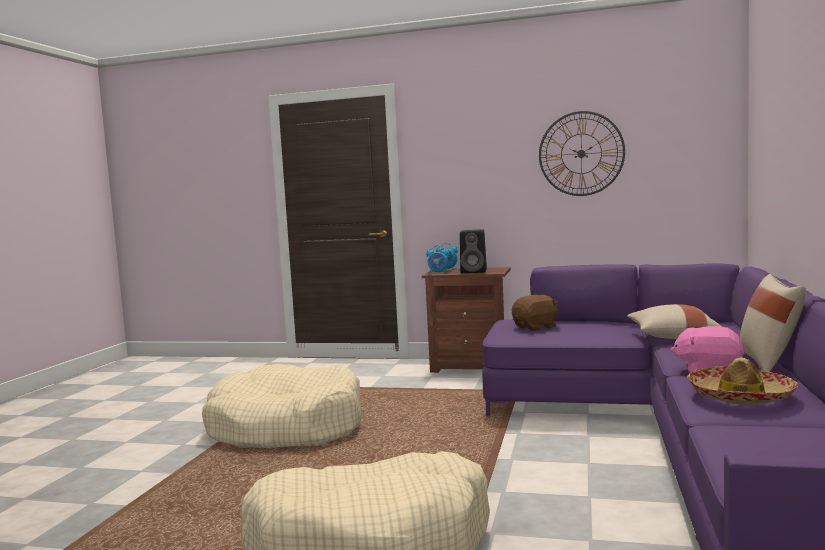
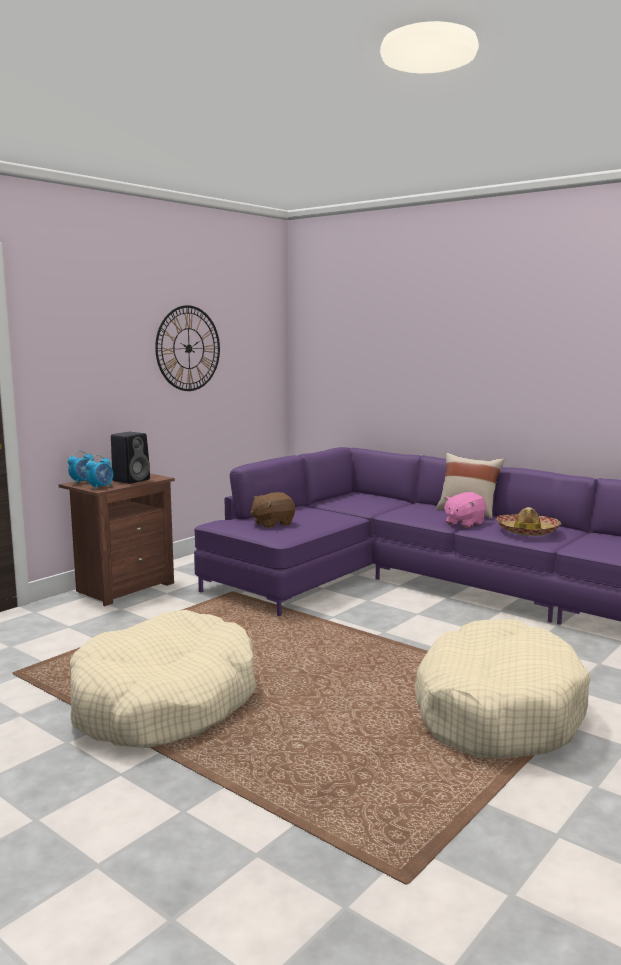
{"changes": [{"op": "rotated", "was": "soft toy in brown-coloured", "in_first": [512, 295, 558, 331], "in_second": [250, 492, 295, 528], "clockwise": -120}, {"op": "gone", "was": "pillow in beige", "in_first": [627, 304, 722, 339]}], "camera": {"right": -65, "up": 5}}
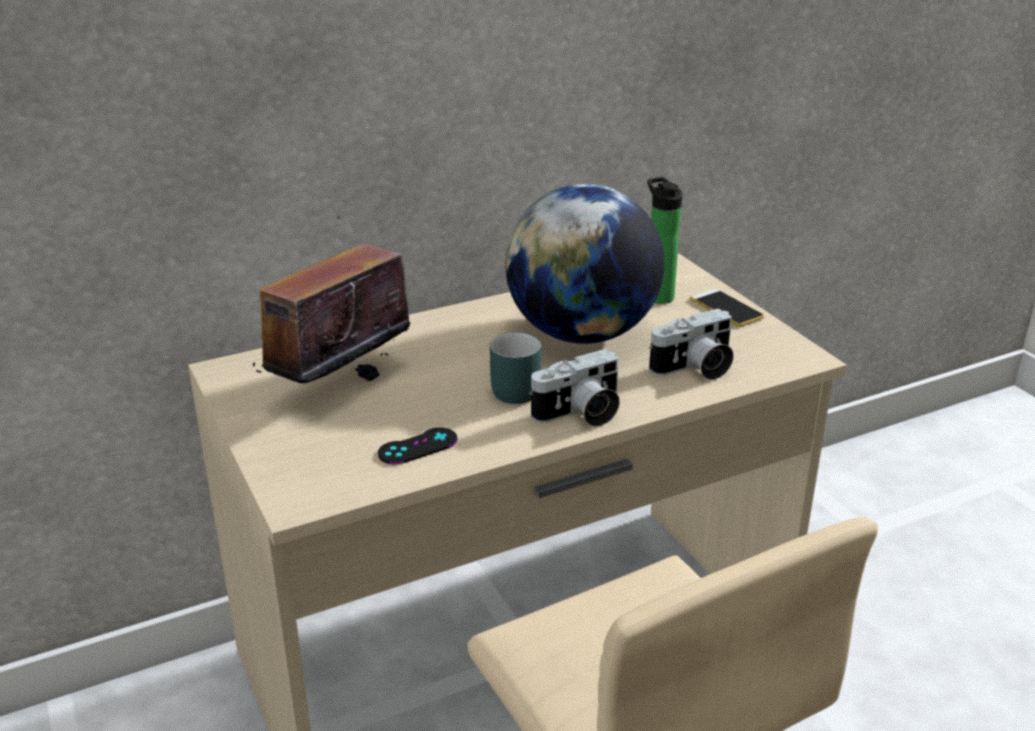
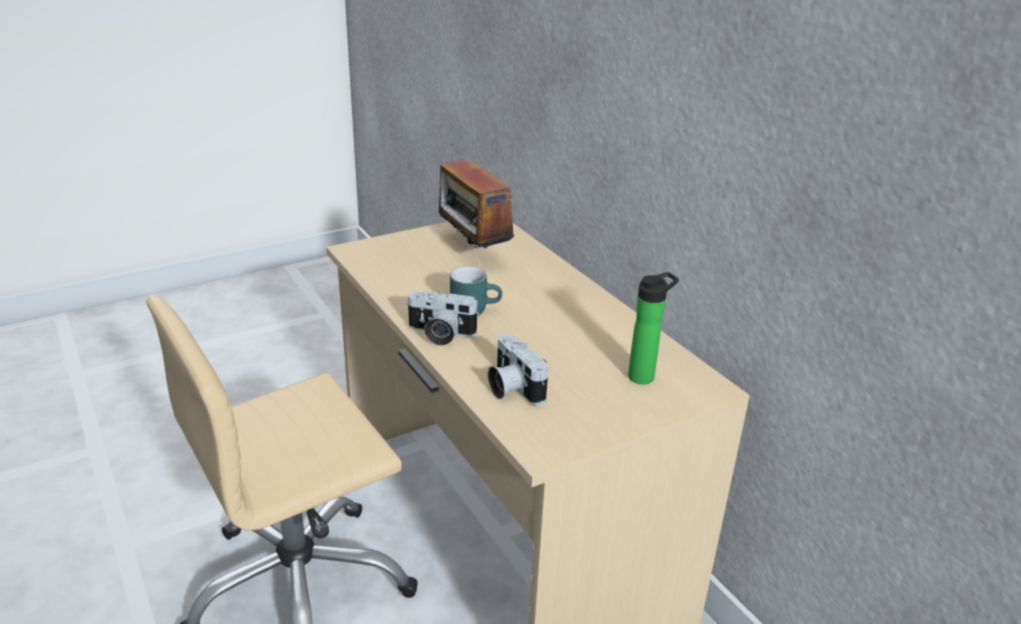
{"changes": [{"op": "rotated", "was": "photo camera", "in_first": [529, 349, 620, 427], "in_second": [406, 291, 480, 345], "clockwise": -45}, {"op": "rotated", "was": "radio receiver", "in_first": [252, 216, 410, 383], "in_second": [433, 145, 514, 251], "clockwise": -150}, {"op": "gone", "was": "game controller in blackish", "in_first": [378, 427, 457, 465]}, {"op": "gone", "was": "globe", "in_first": [505, 184, 665, 344]}, {"op": "gone", "was": "telephone", "in_first": [690, 289, 764, 327]}], "camera": {"right": 85, "up": 0}}
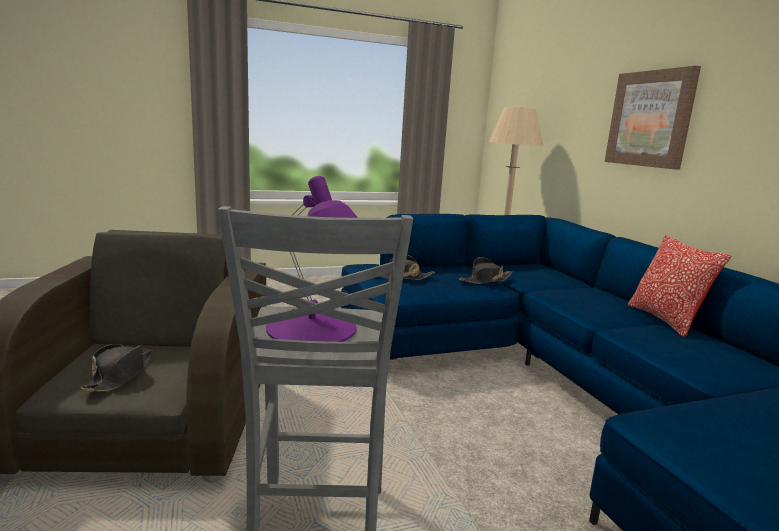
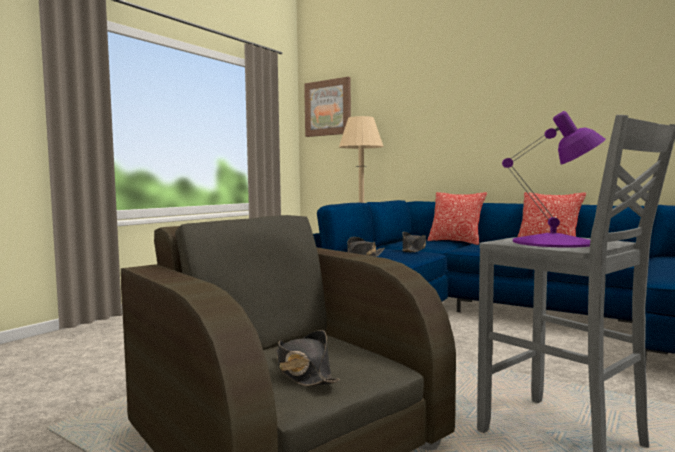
{"changes": [{"op": "shifted", "was": "wall art", "in_first": [605, 66, 701, 170], "in_second": [304, 77, 351, 137]}, {"op": "new", "now": "pillow", "in_second": [427, 192, 487, 245]}], "camera": {"right": -35, "up": -10}}
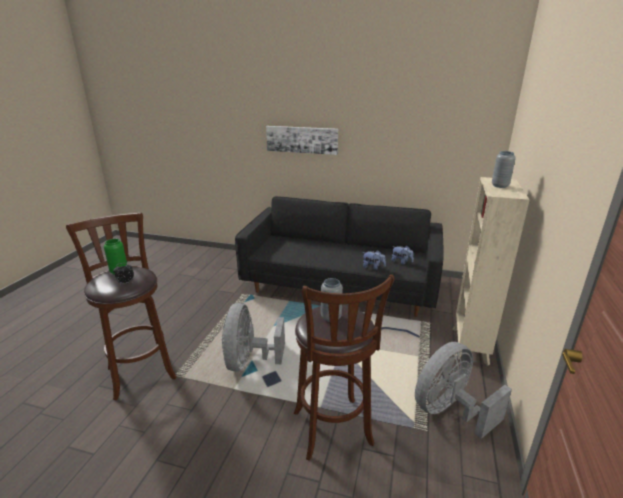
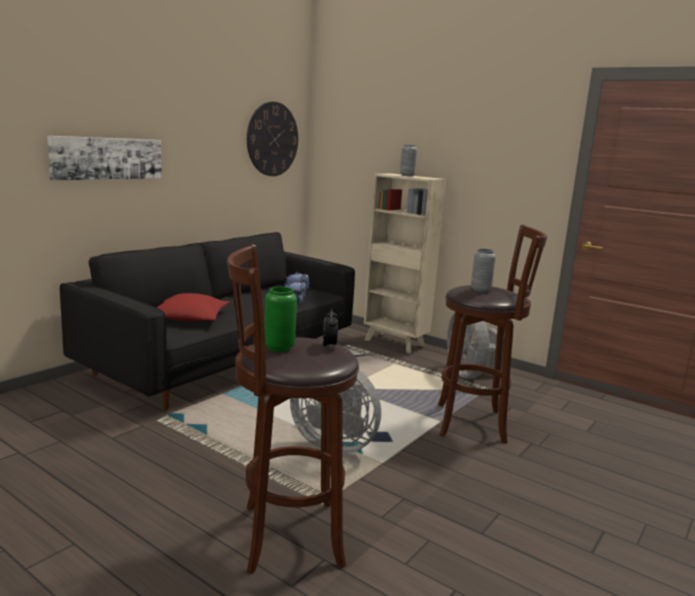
{"changes": [{"op": "new", "now": "pillow in red", "in_second": [156, 293, 230, 321]}, {"op": "new", "now": "hanging clock", "in_second": [247, 102, 298, 176]}], "camera": {"right": -70, "up": -10}}
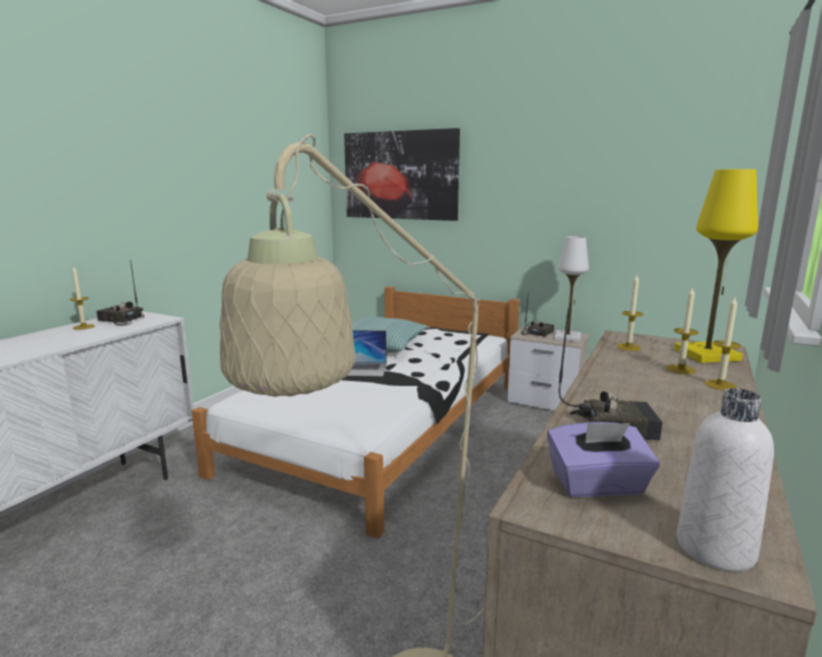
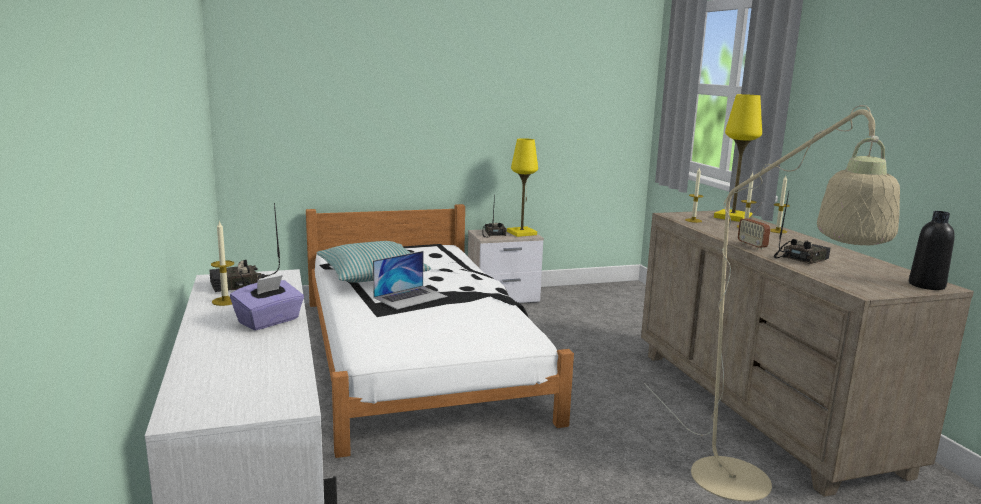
{"changes": [{"op": "shifted", "was": "box of tissues in purple", "in_first": [547, 422, 660, 497], "in_second": [230, 275, 304, 330]}, {"op": "repainted", "was": "lamp for a table in white-coloured", "now": "lamp for a table in yellow-coloured", "in_first": [554, 236, 589, 342], "in_second": [507, 138, 538, 237]}, {"op": "new", "now": "radio receiver", "in_second": [738, 203, 771, 250]}, {"op": "repainted", "was": "bottle in white-coloured", "now": "bottle in blackish", "in_first": [677, 388, 774, 572], "in_second": [909, 211, 955, 290]}, {"op": "gone", "was": "wall art", "in_first": [344, 128, 460, 221]}], "camera": {"right": -45, "up": 0}}
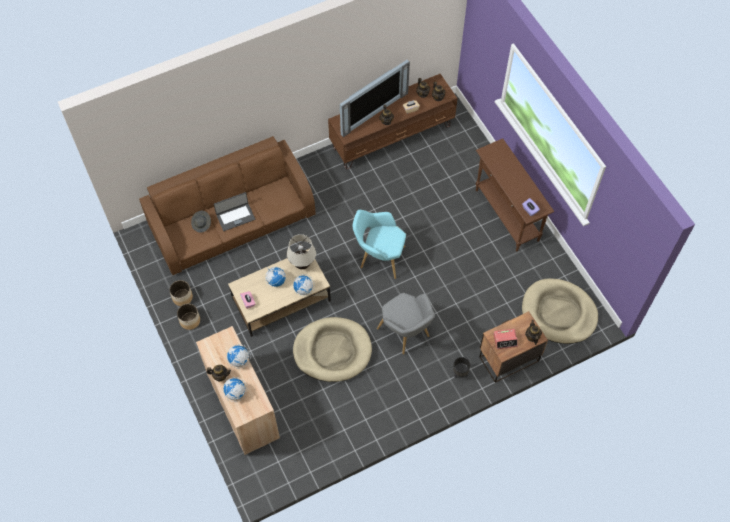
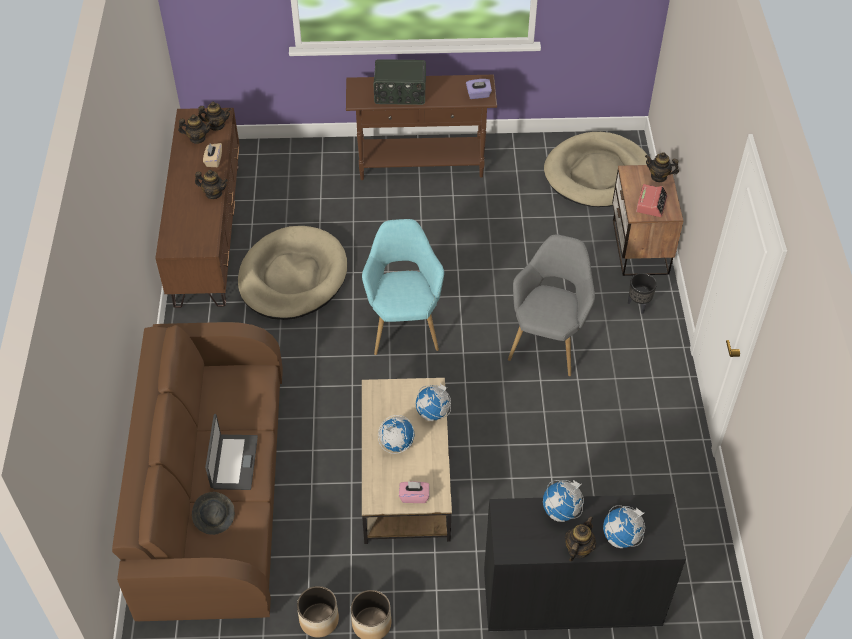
{"changes": [{"op": "shifted", "was": "pet bed in beige", "in_first": [293, 317, 372, 382], "in_second": [238, 226, 347, 320]}, {"op": "rotated", "was": "easy chair in turquoise", "in_first": [353, 210, 406, 279], "in_second": [362, 219, 444, 355], "clockwise": 135}, {"op": "new", "now": "radio receiver", "in_second": [374, 59, 426, 105]}, {"op": "repainted", "was": "storage cabinet in beige", "now": "storage cabinet in blackish", "in_first": [196, 326, 280, 455], "in_second": [484, 494, 686, 632]}, {"op": "rotated", "was": "easy chair in gray", "in_first": [377, 293, 435, 355], "in_second": [508, 234, 595, 376], "clockwise": -60}, {"op": "gone", "was": "lamp for a table in beige", "in_first": [287, 234, 316, 269]}, {"op": "gone", "was": "TV set", "in_first": [340, 60, 410, 137]}], "camera": {"right": -65, "up": -10}}
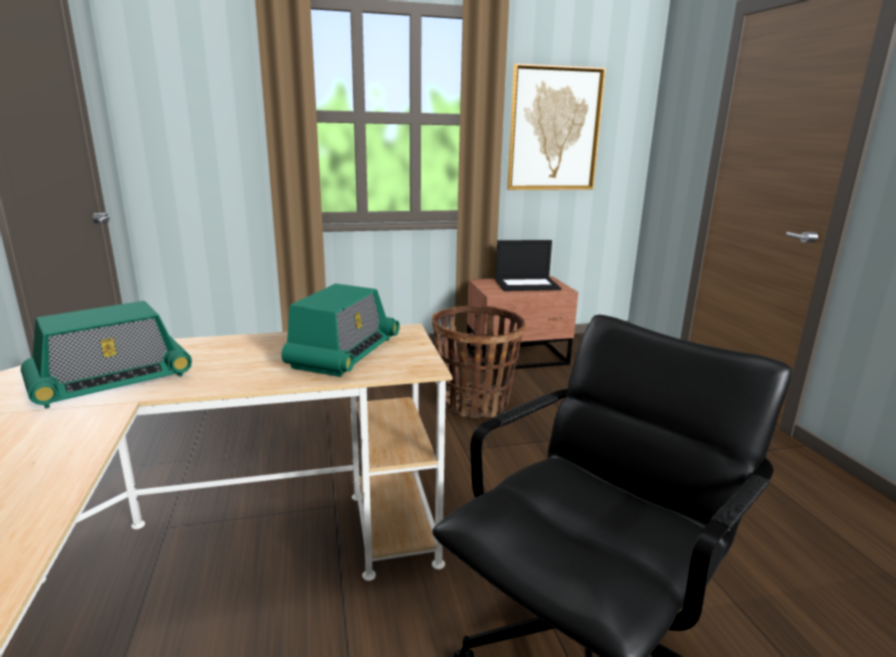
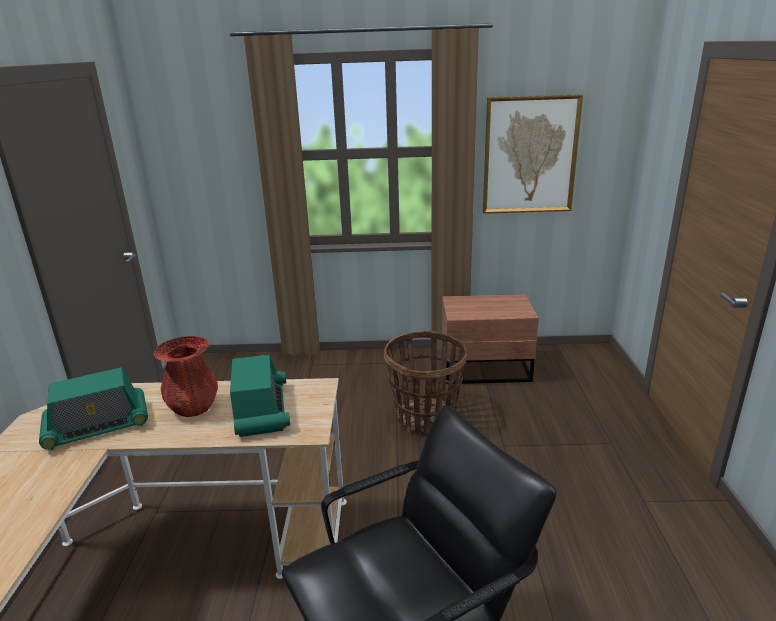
{"changes": [{"op": "new", "now": "flower vase in red", "in_second": [153, 336, 218, 417]}, {"op": "rotated", "was": "radio receiver", "in_first": [281, 283, 400, 377], "in_second": [230, 355, 290, 437], "clockwise": -45}, {"op": "gone", "was": "laptop", "in_first": [495, 240, 561, 291]}], "camera": {"right": 15, "up": 5}}
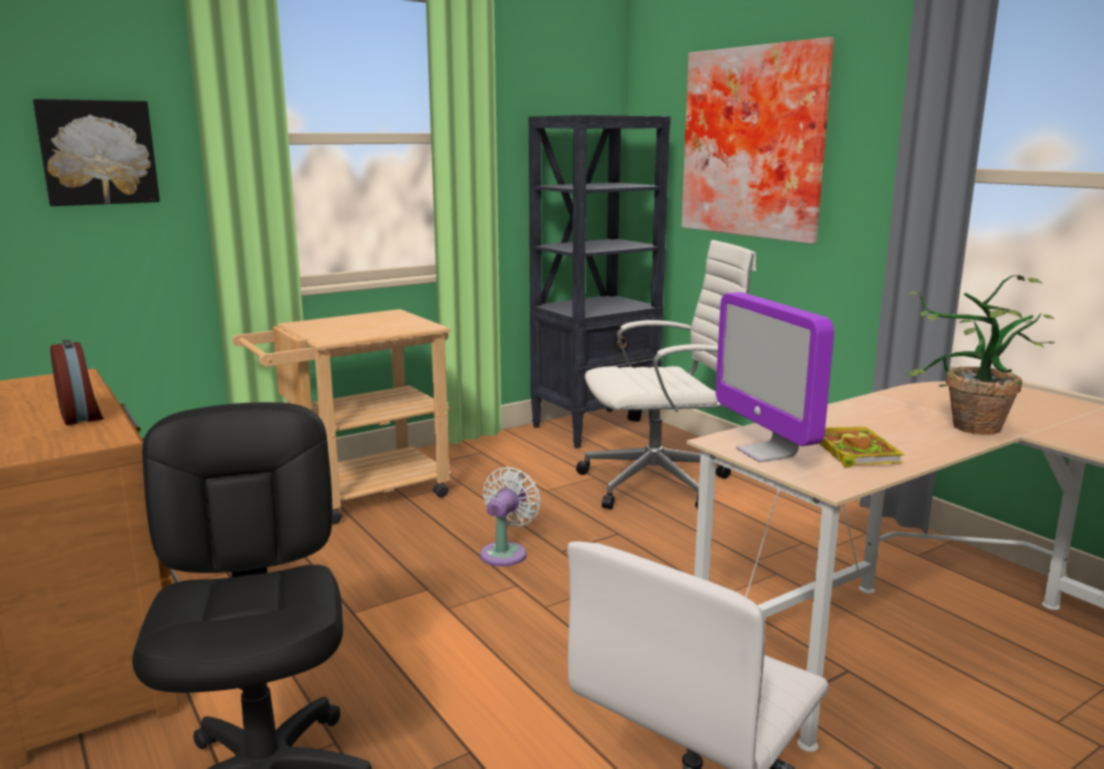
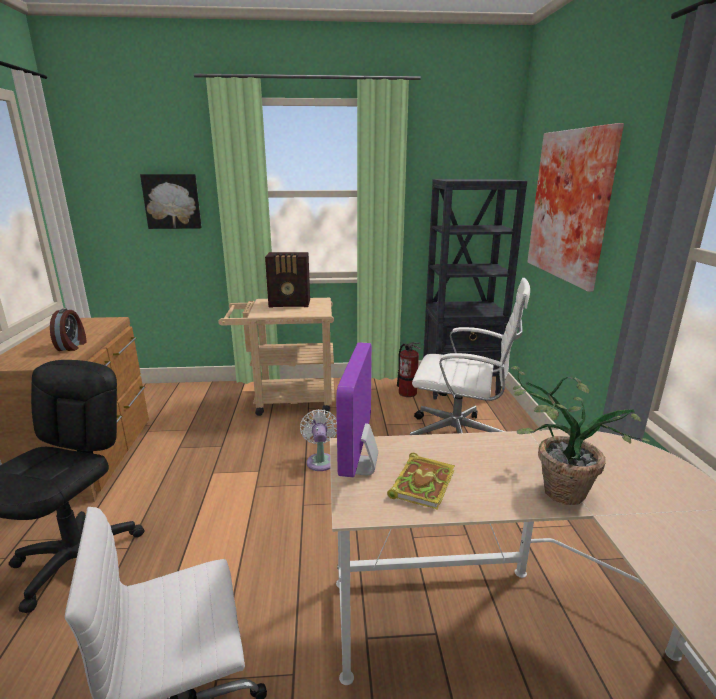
{"changes": [{"op": "new", "now": "radio receiver", "in_second": [265, 252, 310, 308]}, {"op": "rotated", "was": "fan in white-coloured", "in_first": [480, 467, 541, 566], "in_second": [300, 409, 337, 471], "clockwise": -60}, {"op": "new", "now": "fire extinguisher", "in_second": [397, 342, 421, 397]}], "camera": {"right": 30, "up": 5}}
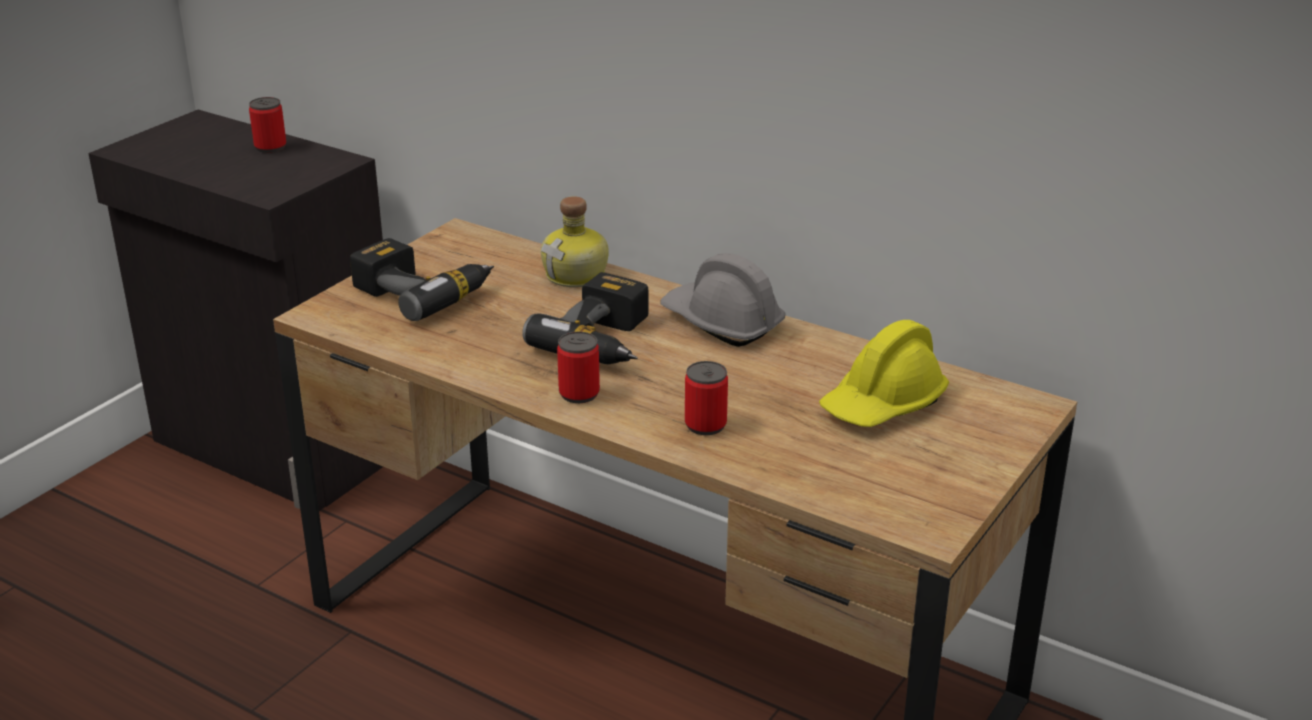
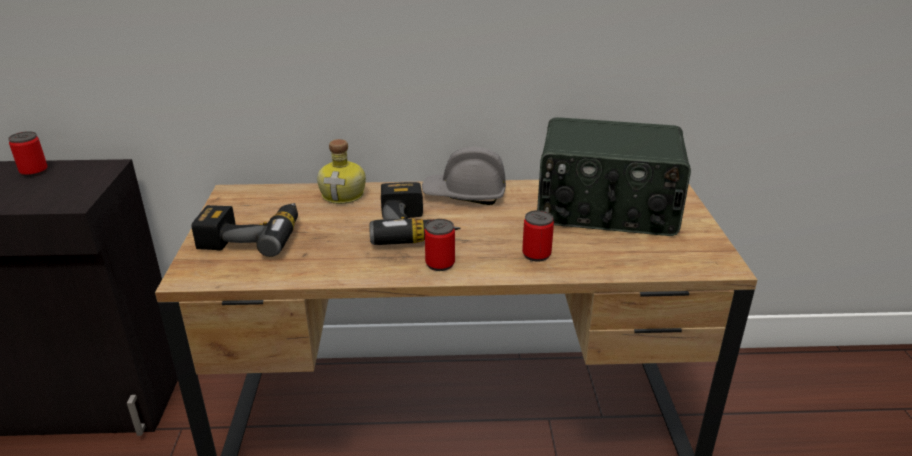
{"changes": [{"op": "swapped", "was": "work helmet in yellow-coloured", "now": "radio receiver", "in_first": [819, 320, 949, 427], "in_second": [537, 117, 691, 236]}], "camera": {"right": -35, "up": 0}}
